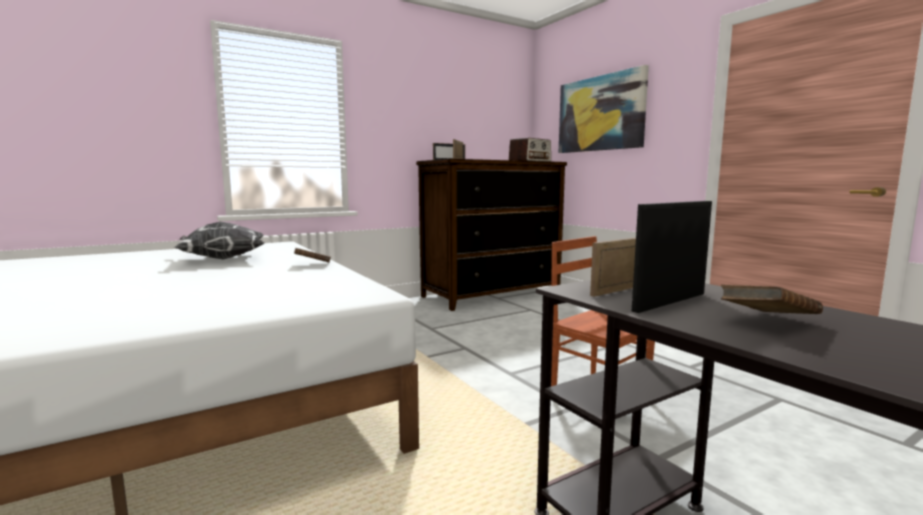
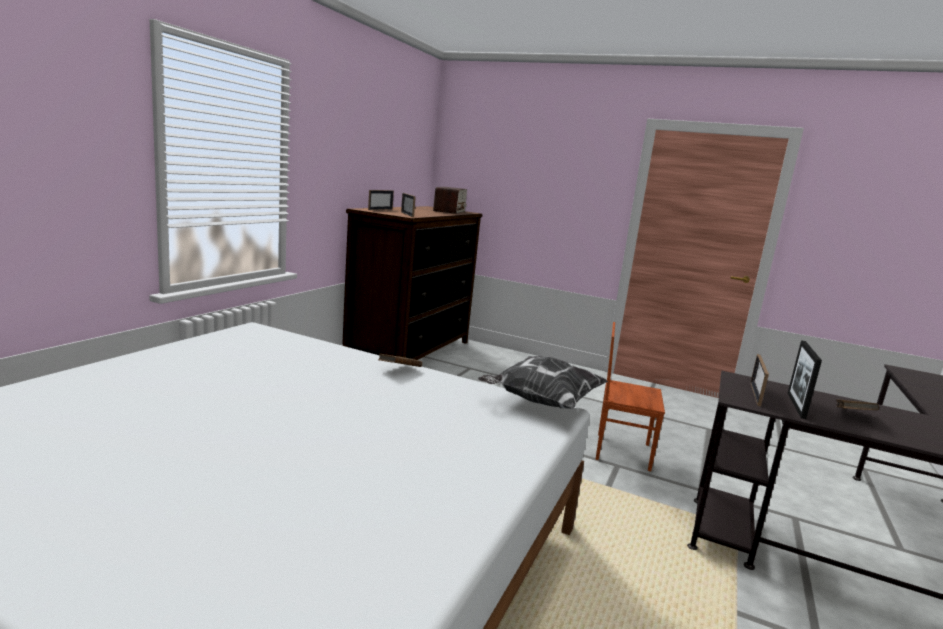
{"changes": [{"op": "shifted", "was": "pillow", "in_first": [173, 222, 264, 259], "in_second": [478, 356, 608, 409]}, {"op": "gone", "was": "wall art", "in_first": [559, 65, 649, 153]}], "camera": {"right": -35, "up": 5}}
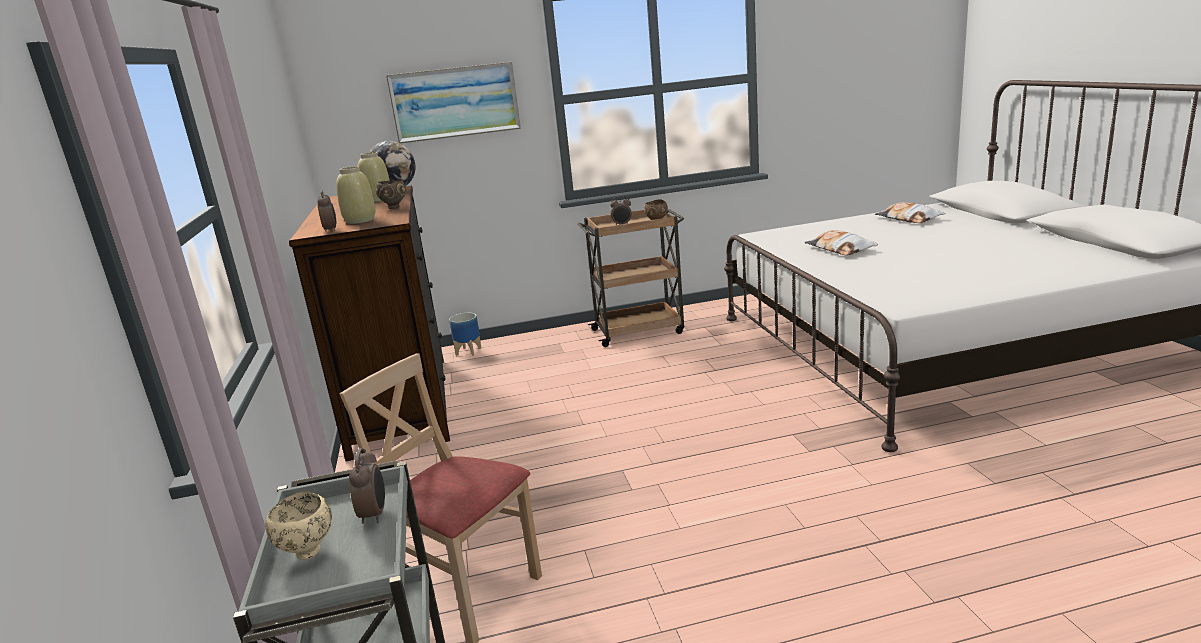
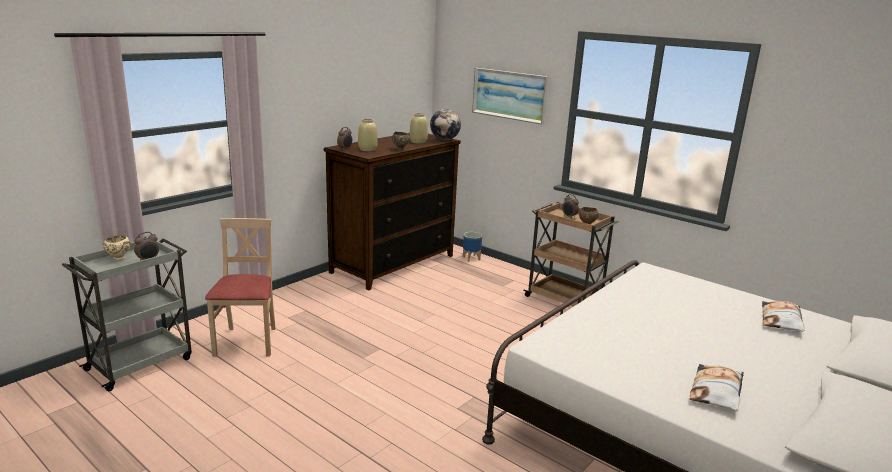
{"changes": [{"op": "shifted", "was": "pillow", "in_first": [805, 230, 878, 256], "in_second": [689, 364, 744, 411]}], "camera": {"right": 50, "up": 0}}
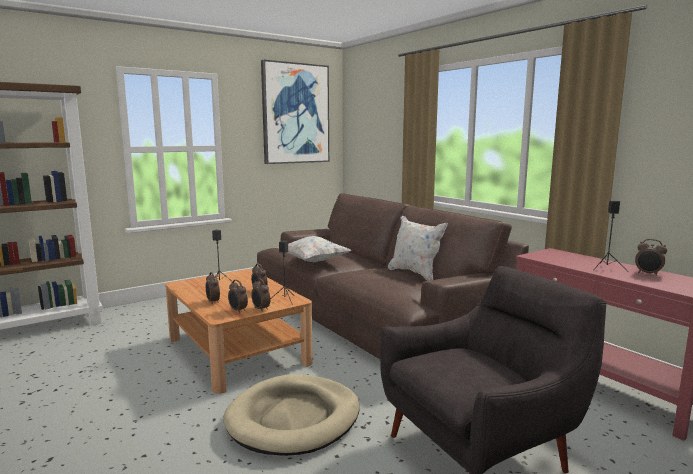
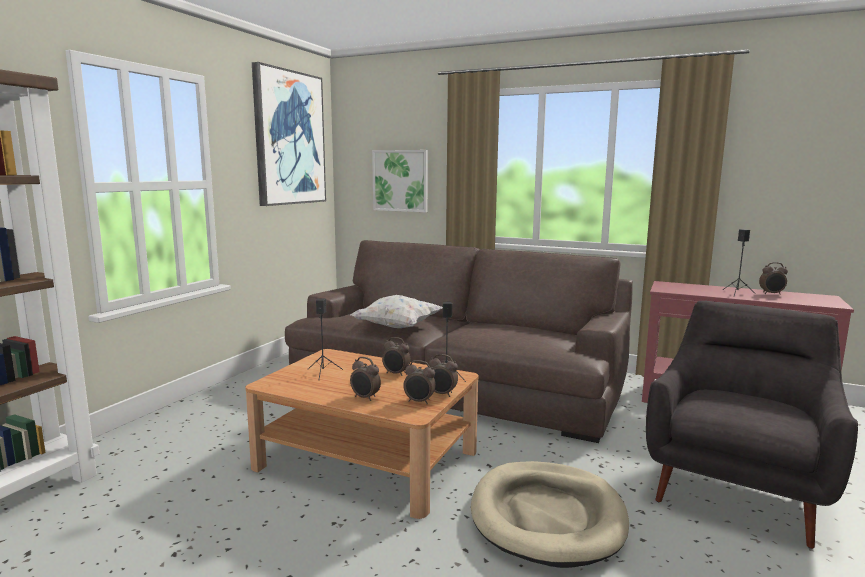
{"changes": [{"op": "new", "now": "wall art", "in_second": [372, 150, 428, 212]}, {"op": "gone", "was": "pillow in white-coloured", "in_first": [388, 215, 448, 281]}], "camera": {"right": -30, "up": 0}}
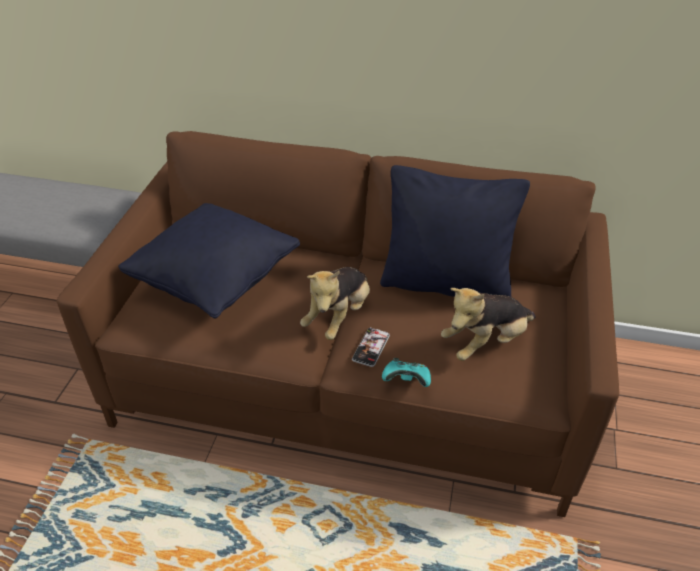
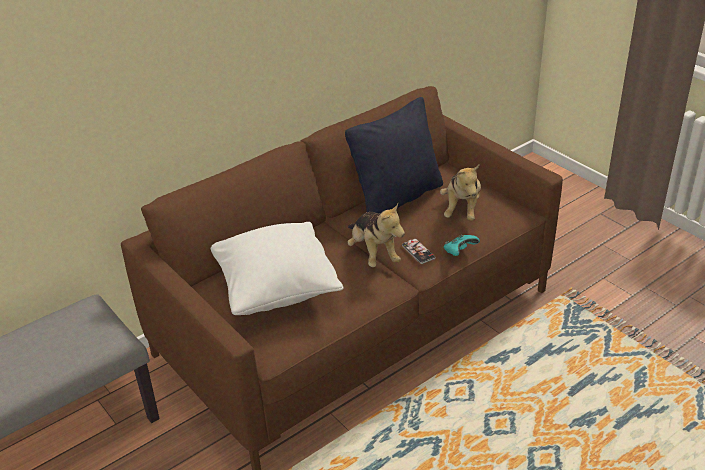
{"changes": [{"op": "repainted", "was": "pillow in blackish", "now": "pillow in white-coloured", "in_first": [118, 203, 300, 318], "in_second": [211, 222, 343, 315]}], "camera": {"right": -50, "up": -5}}
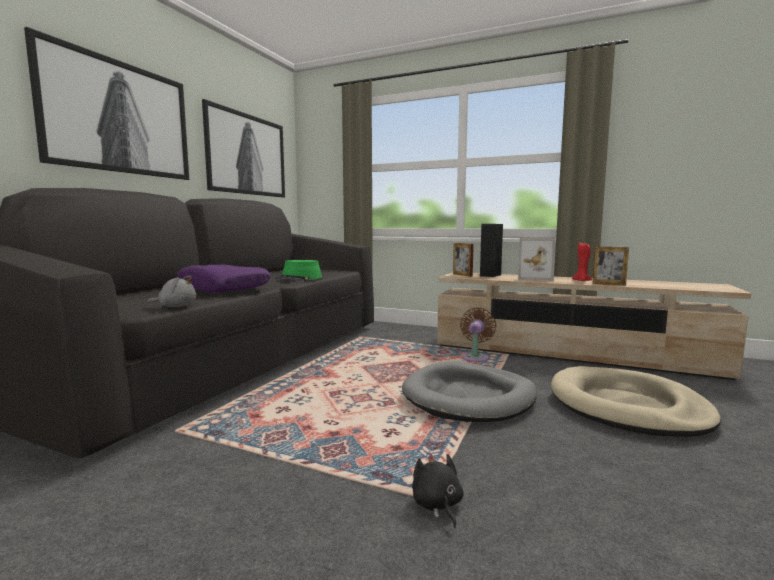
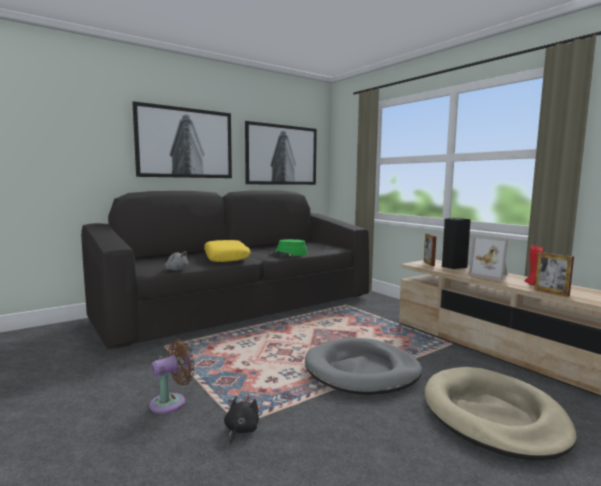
{"changes": [{"op": "shifted", "was": "fan in brown-coloured", "in_first": [460, 307, 496, 362], "in_second": [149, 339, 194, 414]}, {"op": "repainted", "was": "pillow in purple", "now": "pillow in yellow-coloured", "in_first": [177, 265, 270, 293], "in_second": [204, 240, 251, 262]}], "camera": {"right": 30, "up": 0}}
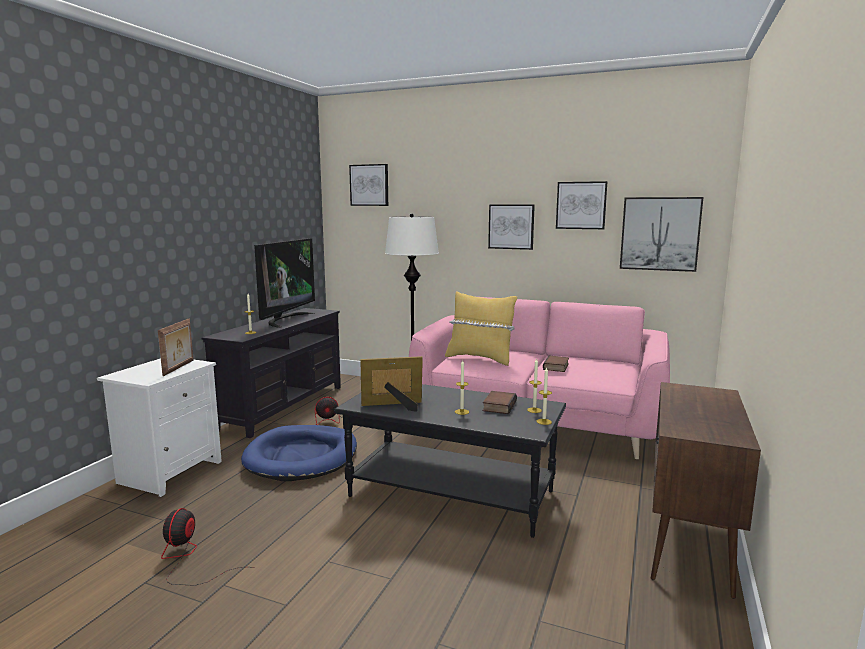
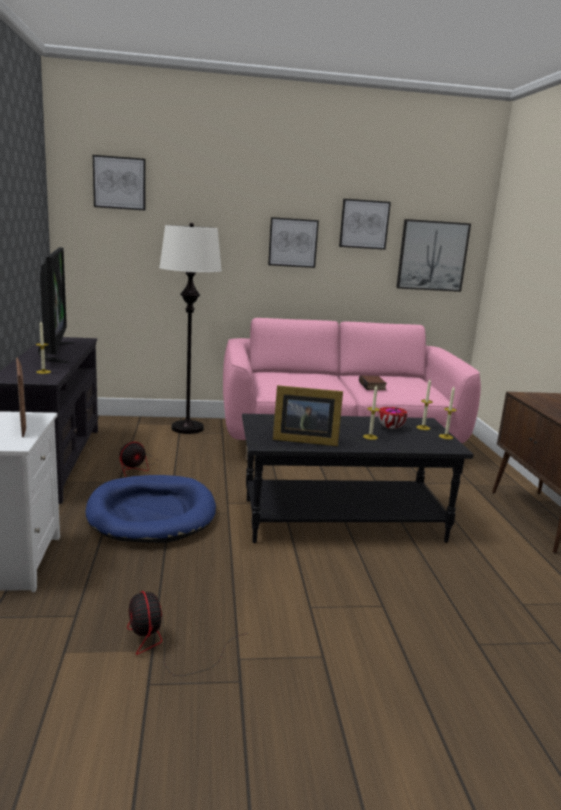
{"changes": [{"op": "rotated", "was": "picture frame", "in_first": [360, 356, 423, 412], "in_second": [273, 385, 343, 446], "clockwise": -135}, {"op": "swapped", "was": "volume", "now": "bowl", "in_first": [483, 391, 517, 414], "in_second": [378, 407, 407, 429]}, {"op": "gone", "was": "pillow in yellow-coloured", "in_first": [445, 291, 517, 366]}], "camera": {"right": -30, "up": 5}}
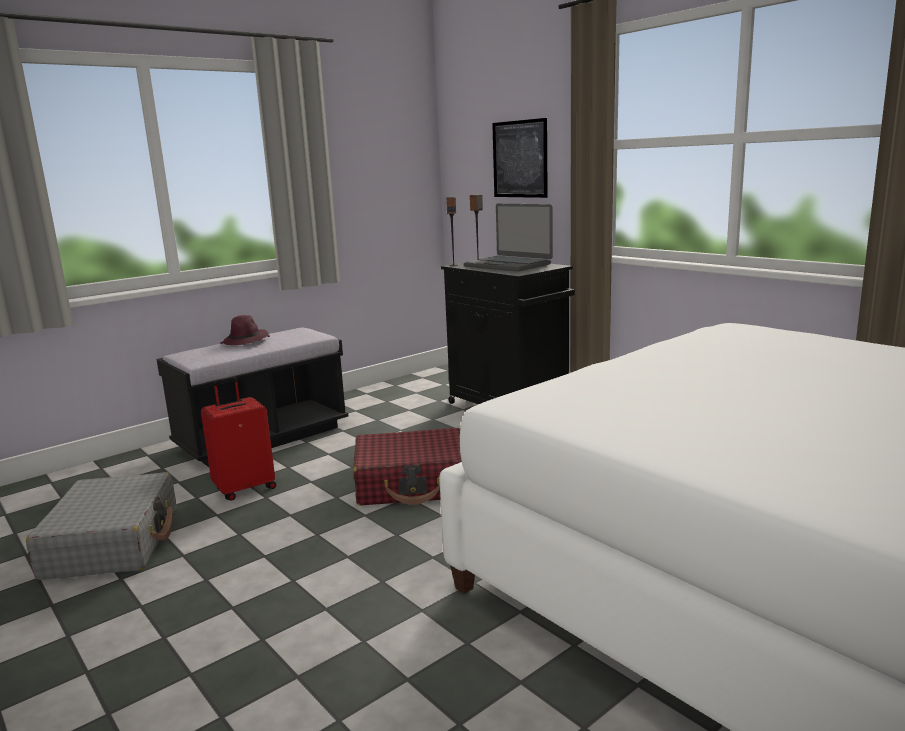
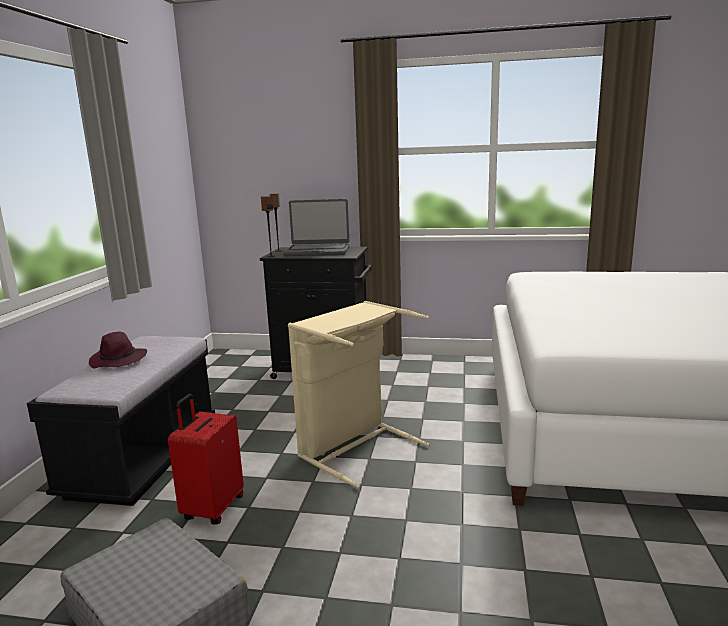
{"changes": [{"op": "swapped", "was": "travel case in red", "now": "laundry basket in beige", "in_first": [353, 428, 462, 506], "in_second": [288, 301, 429, 488]}, {"op": "gone", "was": "wall art", "in_first": [492, 118, 548, 198]}], "camera": {"right": -40, "up": 0}}
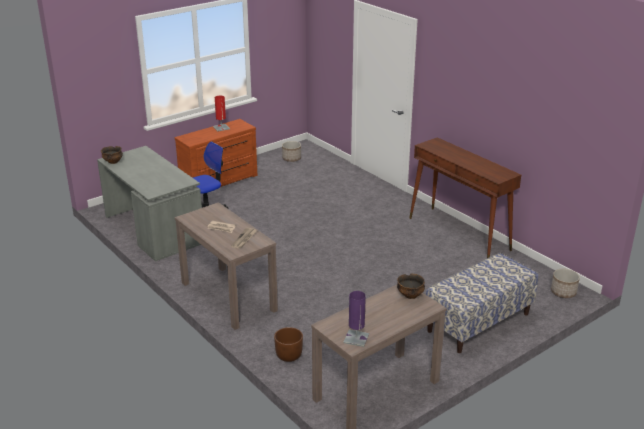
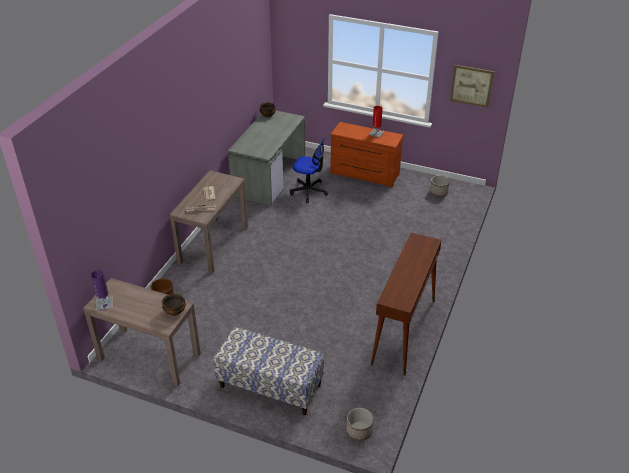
{"changes": [{"op": "new", "now": "wall art", "in_second": [450, 65, 494, 108]}], "camera": {"right": 60, "up": 10}}
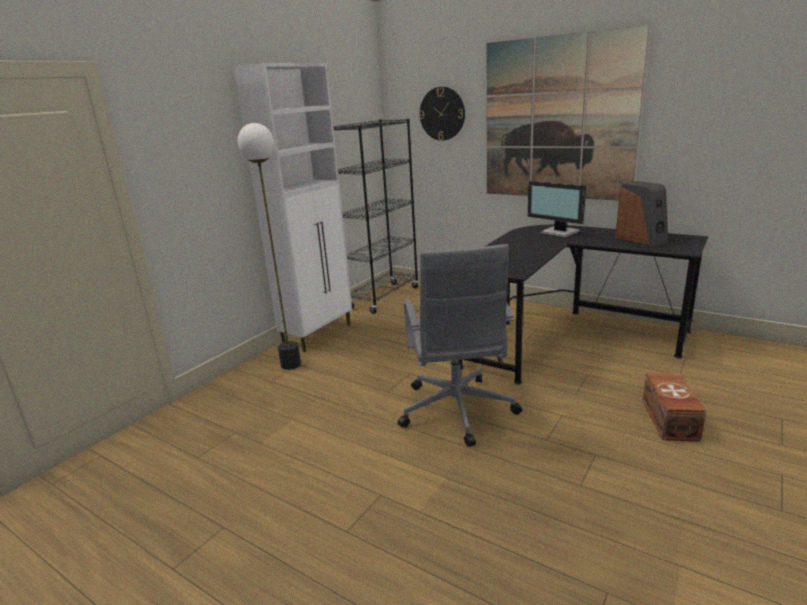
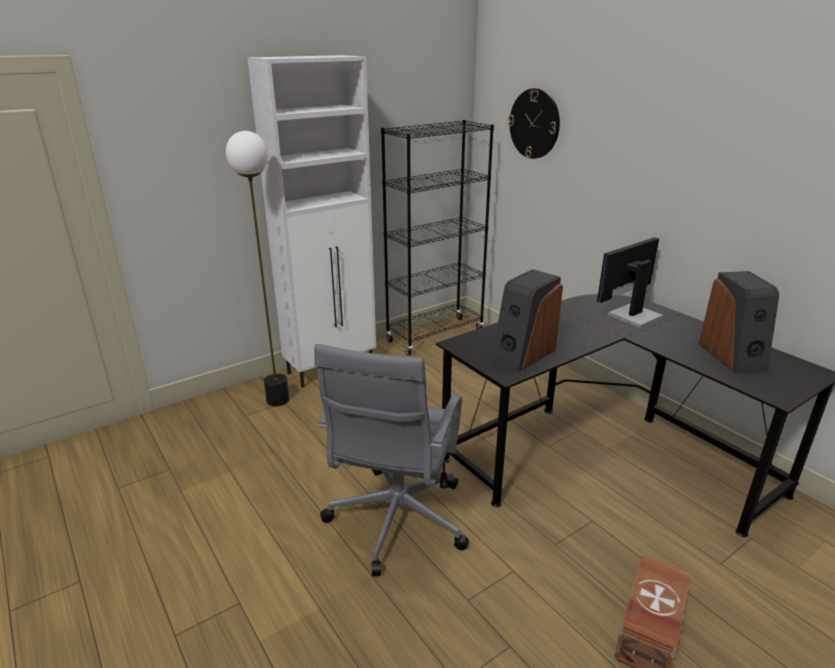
{"changes": [{"op": "new", "now": "loudspeaker", "in_second": [491, 269, 563, 372]}, {"op": "rotated", "was": "computer display", "in_first": [528, 181, 586, 237], "in_second": [597, 237, 663, 328], "clockwise": 75}, {"op": "gone", "was": "wall art", "in_first": [487, 25, 649, 201]}], "camera": {"right": 20, "up": 5}}
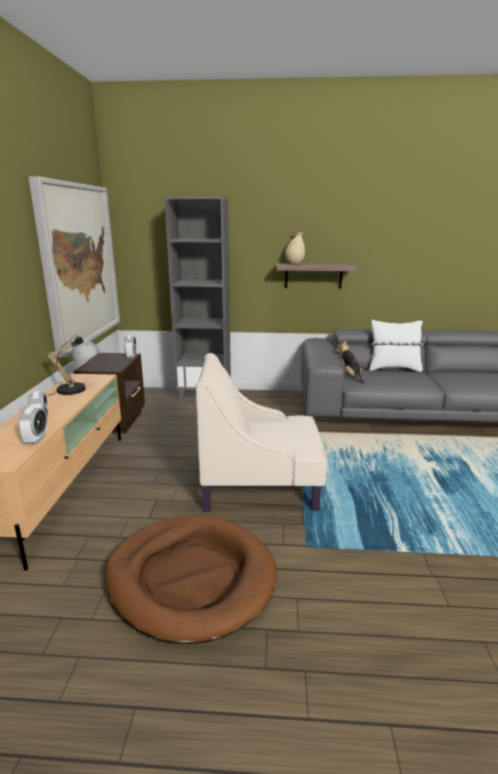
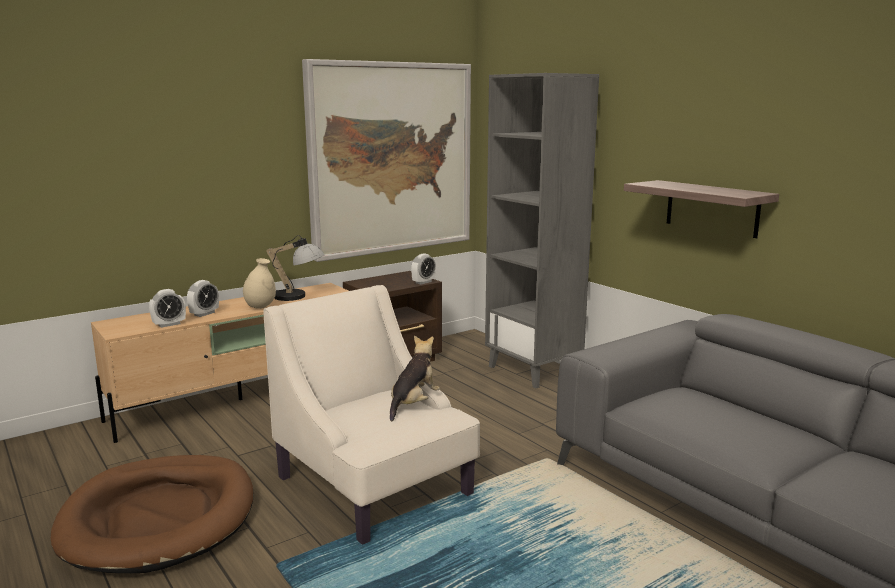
{"changes": [{"op": "shifted", "was": "flower vase in beige", "in_first": [285, 232, 305, 264], "in_second": [243, 258, 276, 309]}, {"op": "shifted", "was": "soft toy", "in_first": [337, 341, 365, 383], "in_second": [390, 336, 440, 421]}, {"op": "gone", "was": "pillow in white-coloured", "in_first": [369, 320, 424, 372]}], "camera": {"right": 50, "up": -5}}
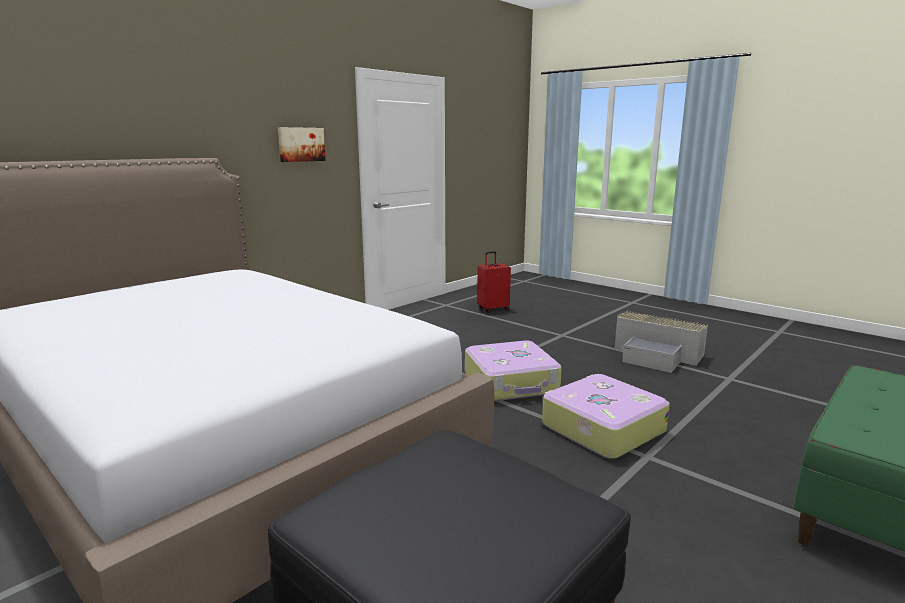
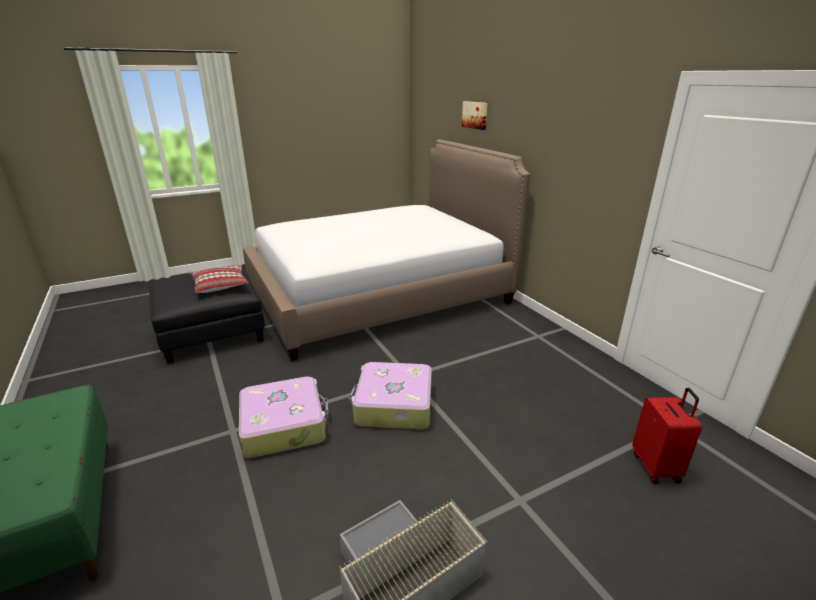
{"changes": [{"op": "new", "now": "pillow", "in_second": [192, 265, 249, 293]}, {"op": "shifted", "was": "wall art", "in_first": [278, 127, 325, 162], "in_second": [462, 101, 487, 130]}], "camera": {"right": 110, "up": 10}}
